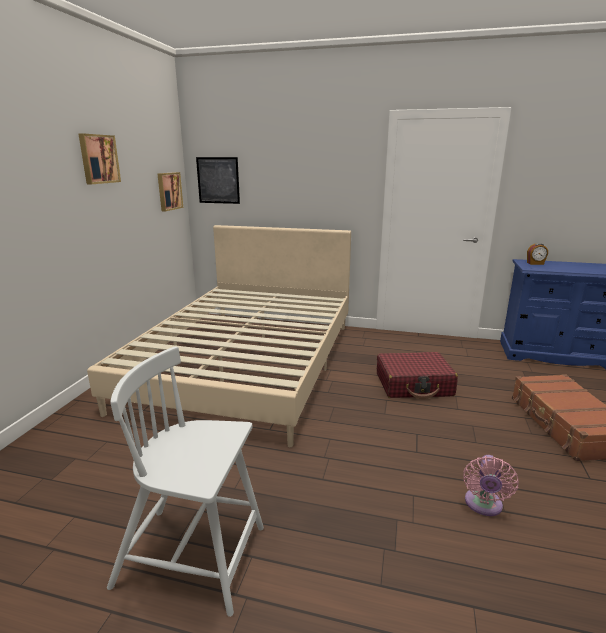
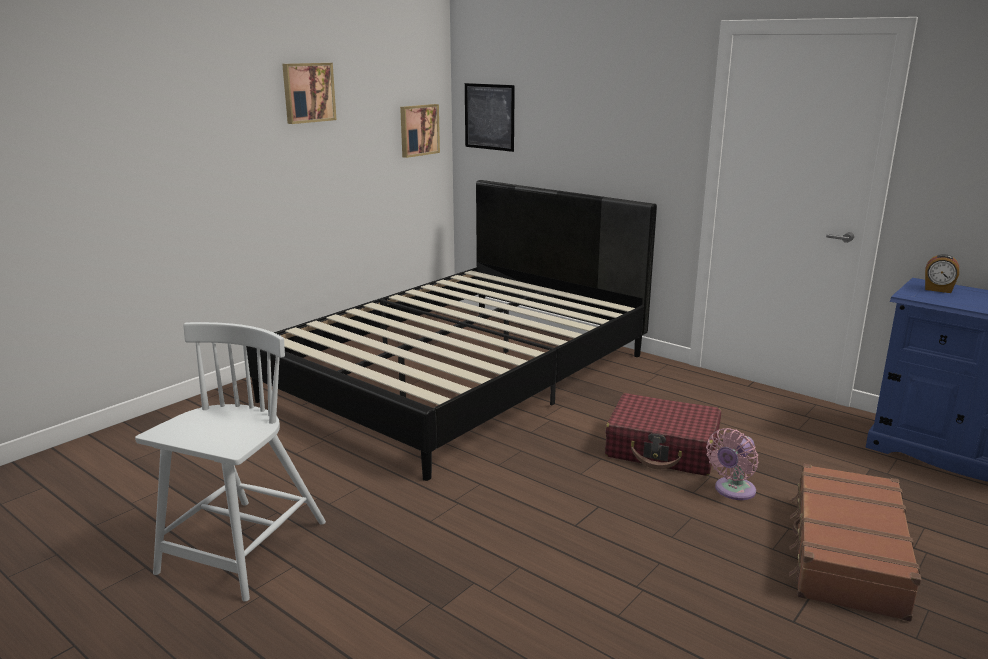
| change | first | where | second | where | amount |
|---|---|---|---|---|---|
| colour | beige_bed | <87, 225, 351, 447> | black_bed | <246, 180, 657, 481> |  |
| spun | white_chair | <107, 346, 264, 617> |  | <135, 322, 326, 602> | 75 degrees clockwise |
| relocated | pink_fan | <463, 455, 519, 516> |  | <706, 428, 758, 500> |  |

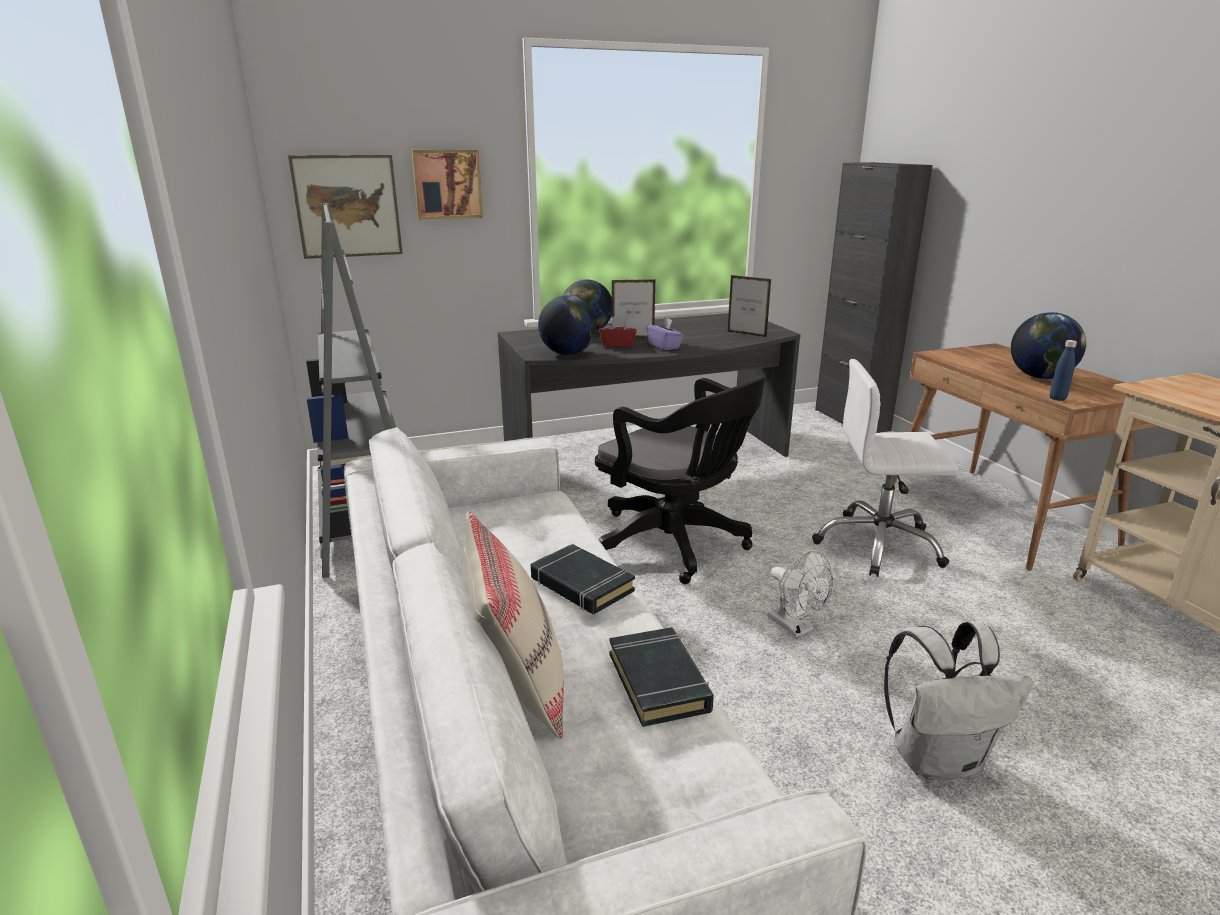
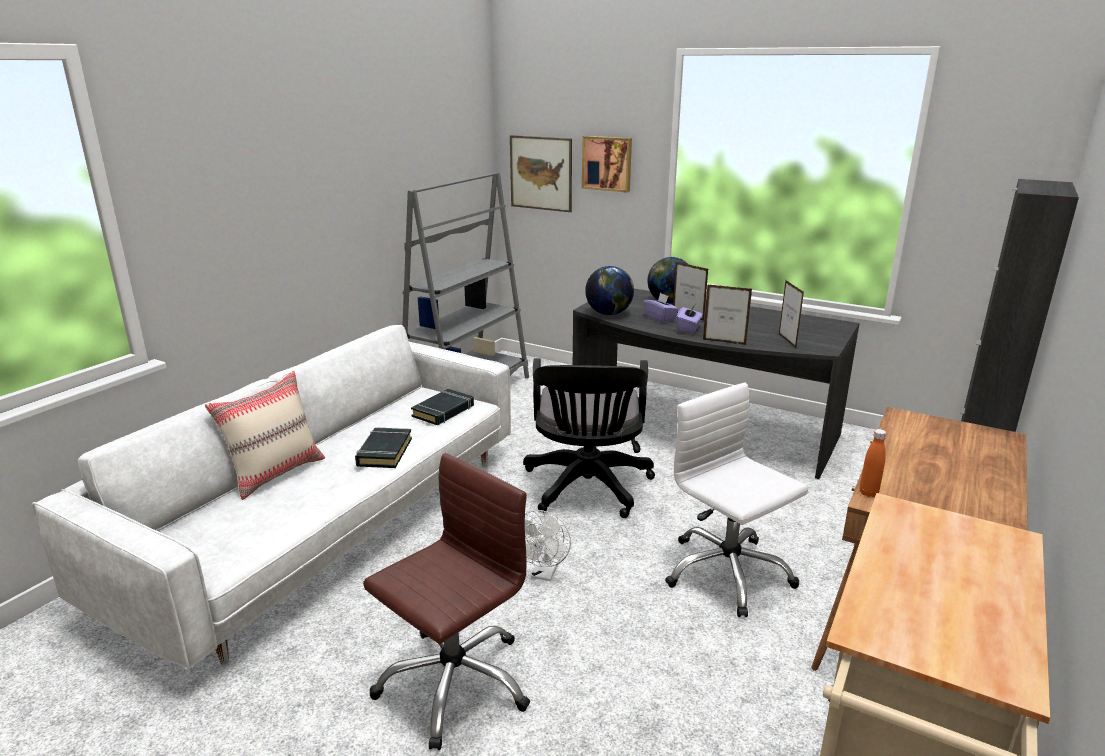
| change | first | where | second | where | amount |
|---|---|---|---|---|---|
| missing | globe | <1011, 312, 1086, 379> |  |  |  |
| colour | red_tissue_box | <599, 317, 637, 348> | purple_tissue_box | <644, 293, 679, 323> |  |
| colour | blue_bottle | <1050, 340, 1077, 401> | orange_bottle | <860, 429, 886, 497> |  |
| exchanged | white_backpack | <884, 622, 1033, 781> | brown_office_chair | <363, 453, 530, 750> |  |
| relocated | black_book | <609, 628, 714, 727> |  | <411, 389, 474, 425> |  |
| appeared |  |  | picture_frame | <703, 284, 752, 345> |  |

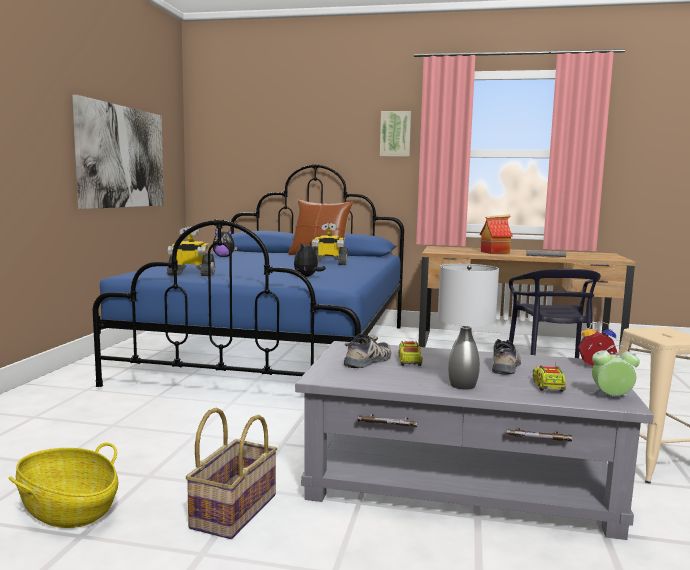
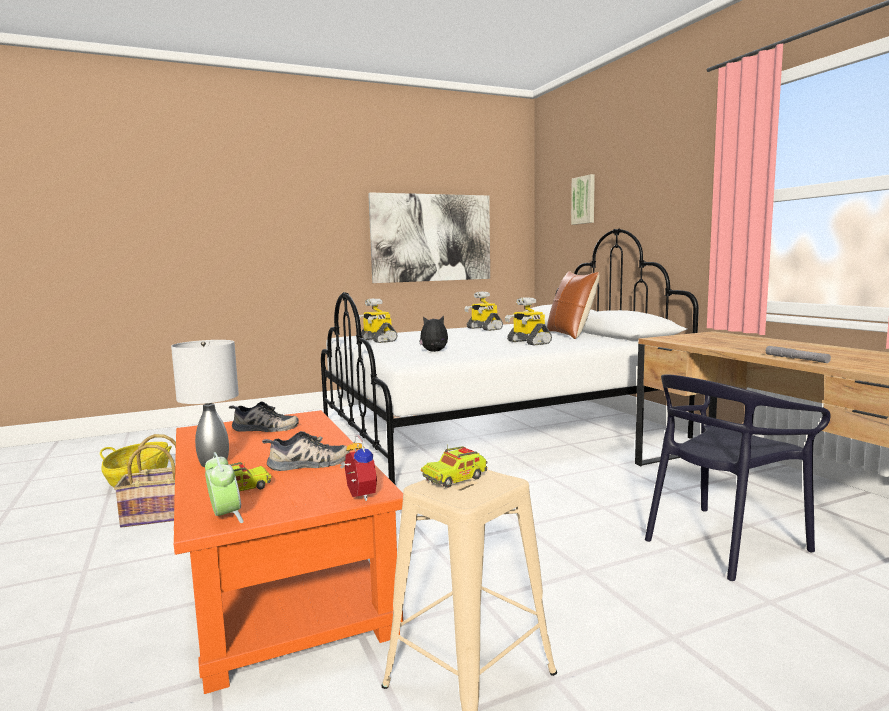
| change | first | where | second | where | amount |
|---|---|---|---|---|---|
| relocated | picture | <380, 111, 411, 157> |  | <571, 174, 595, 225> |  |
| colour | blue_bed | <93, 164, 404, 387> | white_bed | <321, 229, 699, 485> |  |
| missing | toy_house | <479, 214, 513, 254> |  |  |  |
| exchanged | plush_toy | <213, 229, 238, 257> | toy_robot | <465, 292, 503, 331> |  |
| relocated | toy_truck | <398, 340, 423, 366> |  | <421, 445, 488, 488> |  |
| colour | grey_coffee_table | <295, 341, 654, 540> | orange_coffee_table | <174, 410, 403, 694> |  |

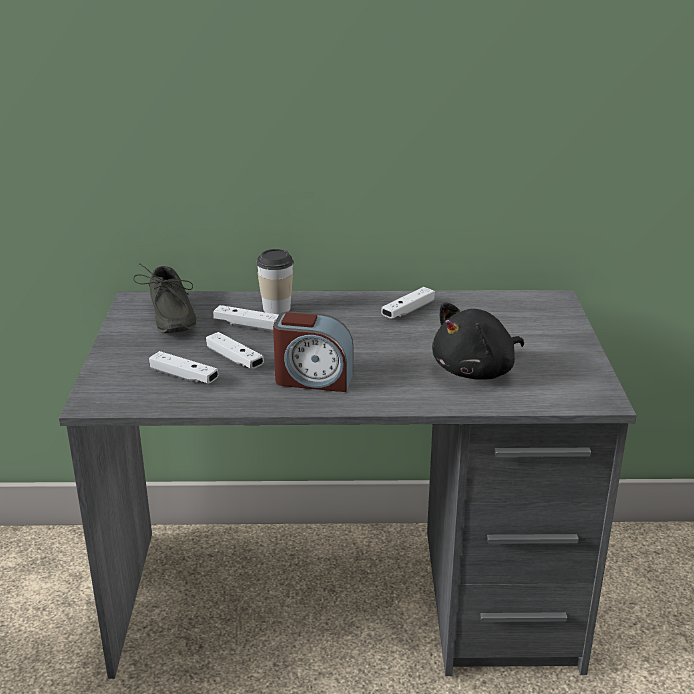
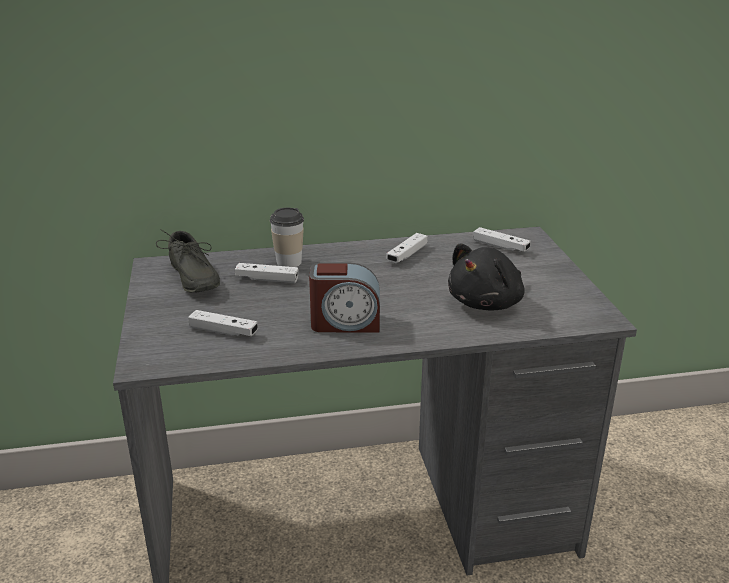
| change | first | where | second | where | amount |
|---|---|---|---|---|---|
| relocated | white_game_controller | <206, 332, 264, 369> |  | <473, 227, 531, 252> |  |

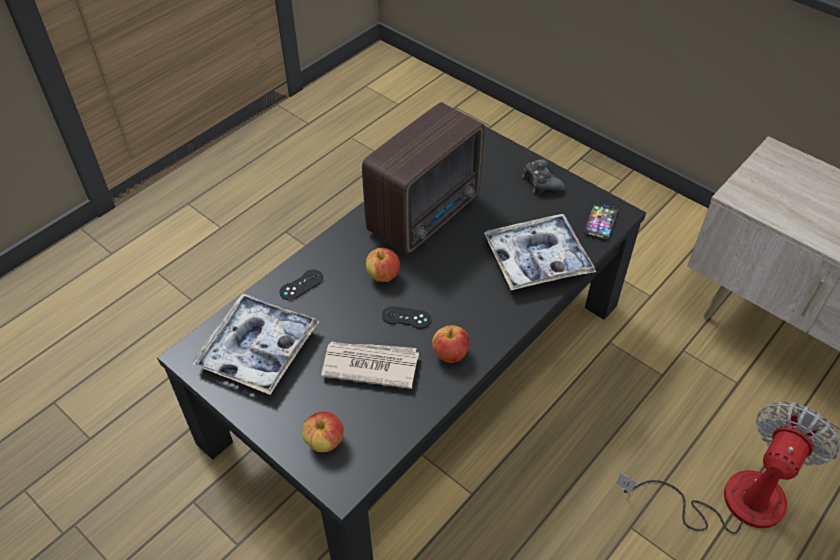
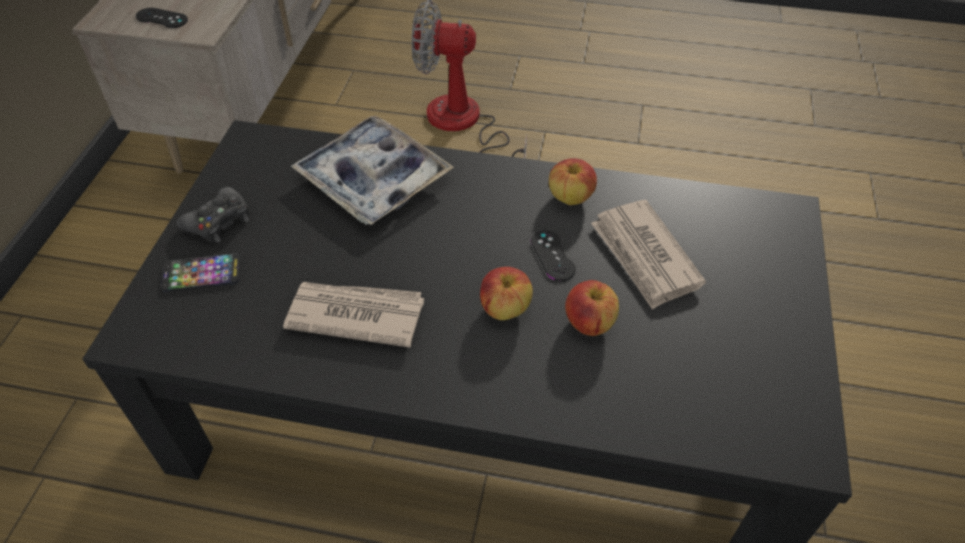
| change | first | where | second | where | amount |
|---|---|---|---|---|---|
| exchanged | radio | <362, 102, 484, 255> | newspaper | <283, 282, 424, 348> |  |
| relocated | phone | <584, 202, 618, 241> |  | <161, 254, 241, 292> |  |
| relocated | black_game_controller | <280, 270, 323, 300> |  | <136, 8, 188, 28> |  |
| missing | tray | <193, 293, 320, 395> |  |  |  |
| relocated | apple | <302, 412, 344, 452> |  | <565, 280, 619, 336> |  |

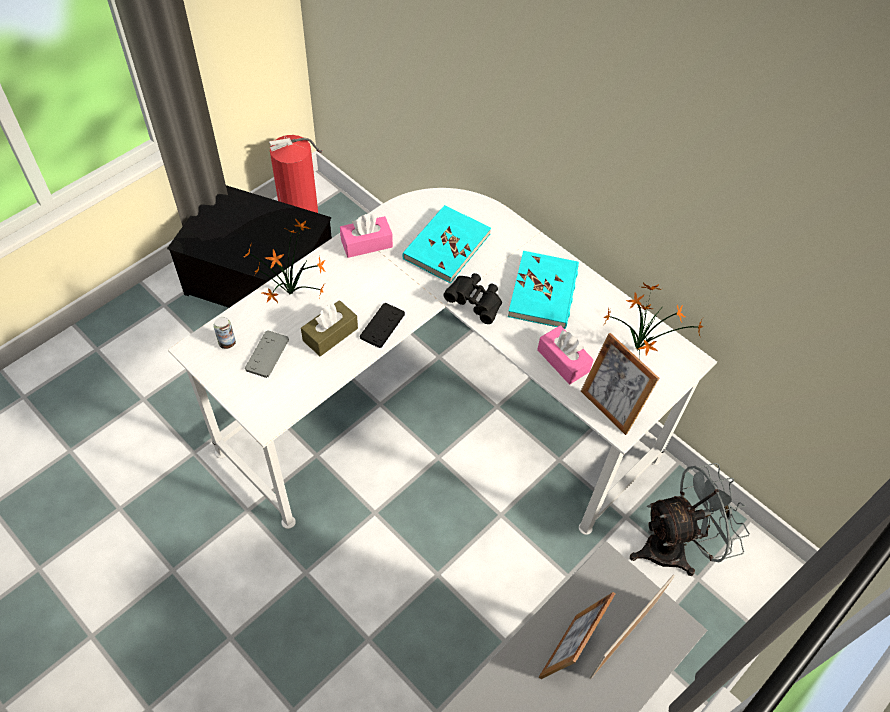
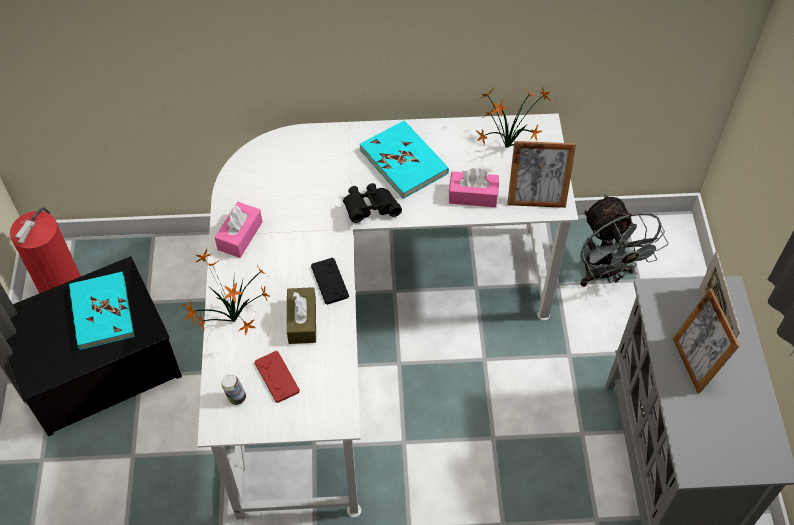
| change | first | where | second | where | amount |
|---|---|---|---|---|---|
| relocated | turquoise_book | <402, 205, 491, 284> |  | <69, 272, 135, 350> |  |
| colour | grey_game_controller | <245, 330, 289, 378> | red_game_controller | <255, 351, 300, 403> |  |
| spun | grey_fan | <630, 463, 750, 576> |  | <580, 194, 668, 287> | 135 degrees clockwise |

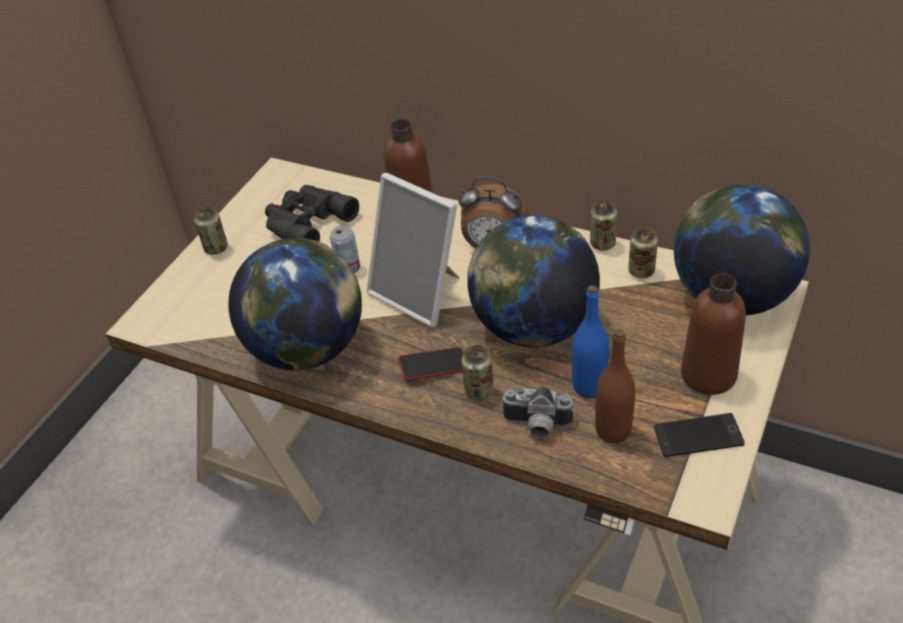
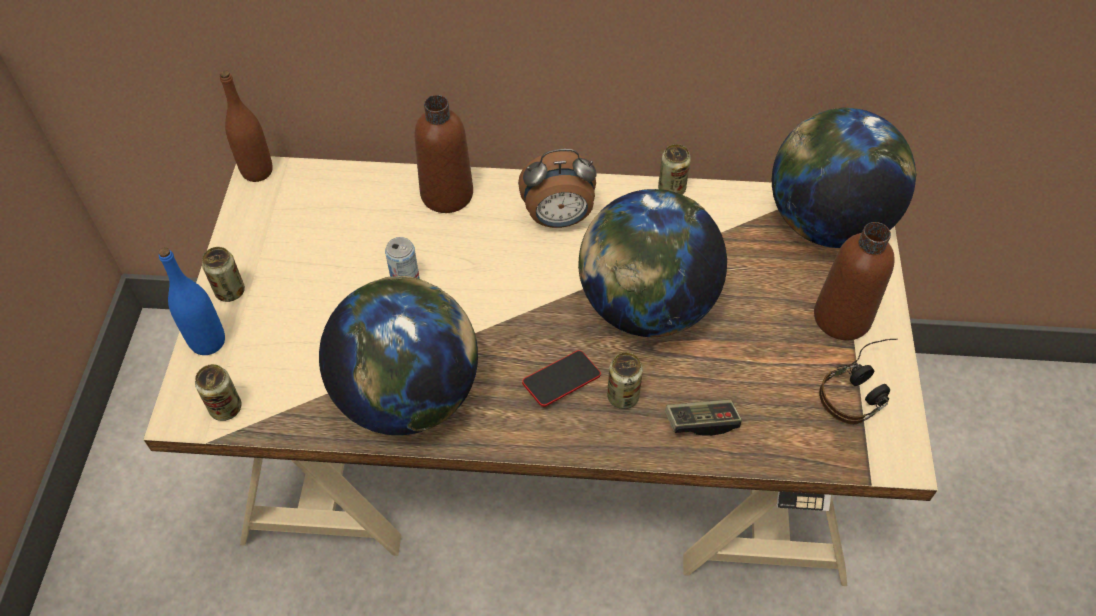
| change | first | where | second | where | amount |
|---|---|---|---|---|---|
| missing | picture_frame | <367, 173, 460, 328> |  |  |  |
| missing | black_binoculars | <265, 185, 359, 242> |  |  |  |
| relocated | can | <628, 227, 658, 278> |  | <195, 364, 242, 421> |  |
| relocated | blue_bottle | <572, 285, 610, 398> |  | <158, 247, 225, 355> |  |
| relocated | brown_bottle | <595, 329, 635, 443> |  | <220, 70, 273, 182> |  |
| exchanged | photo_camera | <501, 386, 574, 438> | game_controller | <665, 399, 742, 436> |  |
| exchanged | phone | <654, 413, 745, 457> | headphones | <819, 339, 898, 424> |  |

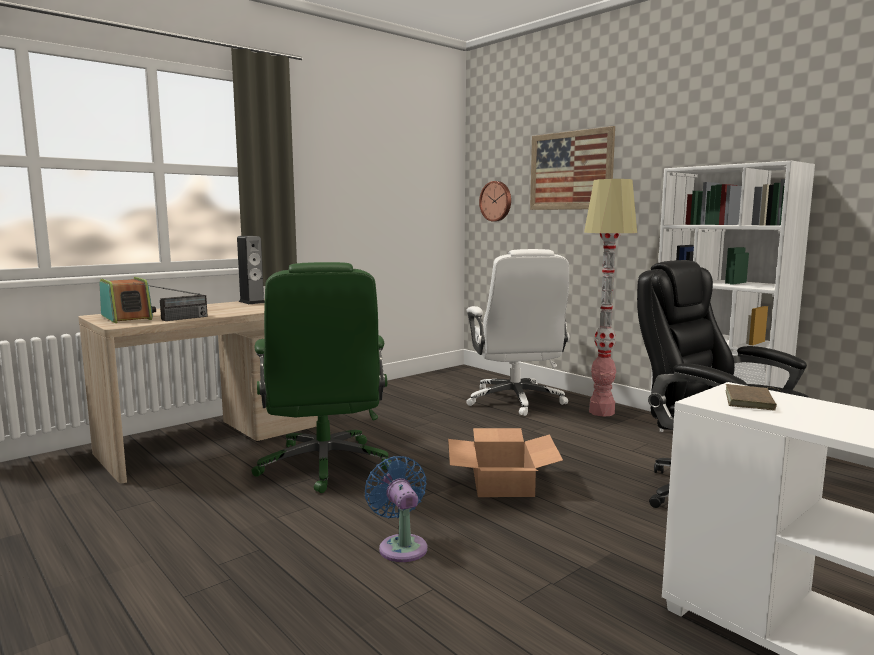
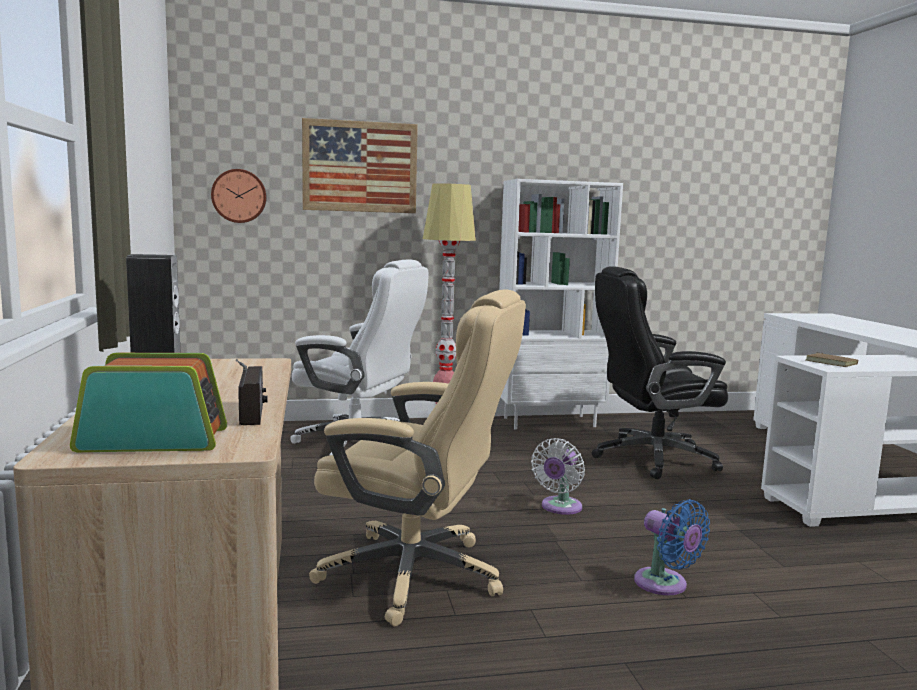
| change | first | where | second | where | amount |
|---|---|---|---|---|---|
| colour | green_office_chair | <251, 262, 392, 493> | beige_office_chair | <309, 289, 526, 626> |  |
| exchanged | cardboard_box | <448, 428, 563, 497> | white_fan | <531, 438, 585, 515> |  |
| spun | blue_fan | <365, 456, 428, 562> |  | <634, 499, 710, 595> | 135 degrees counterclockwise |

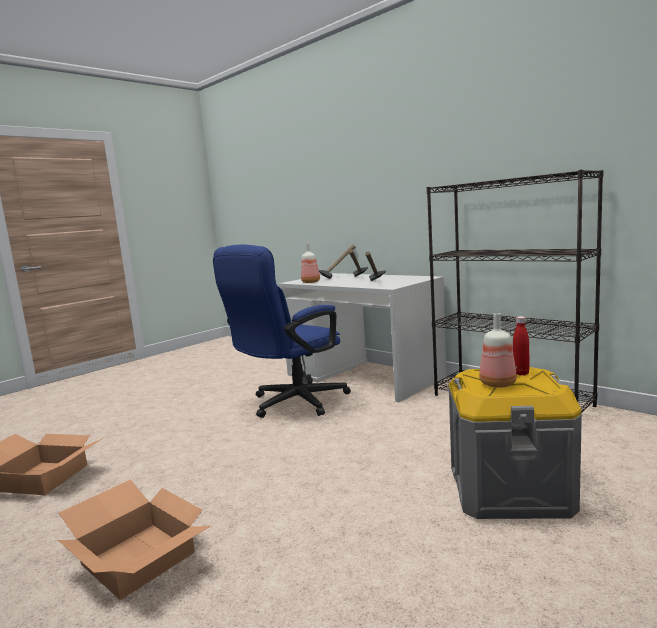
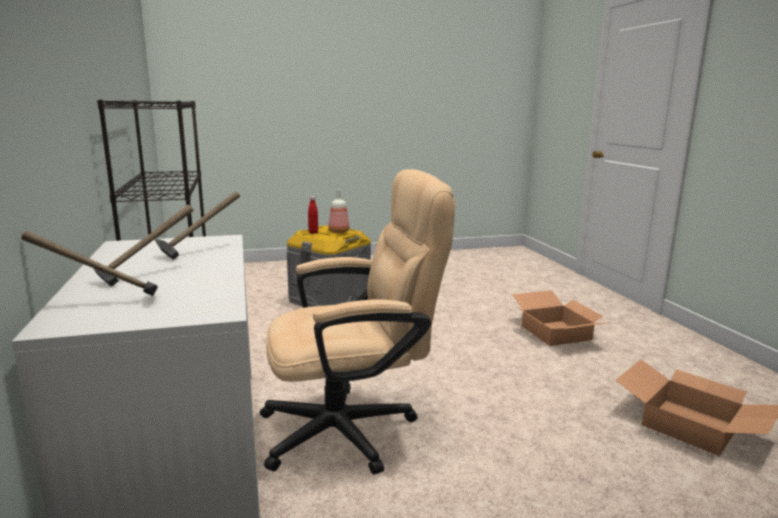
| change | first | where | second | where | amount |
|---|---|---|---|---|---|
| missing | bottle | <301, 243, 320, 283> |  |  |  |
| colour | blue_office_chair | <213, 245, 351, 418> | beige_office_chair | <260, 169, 455, 474> |  |

